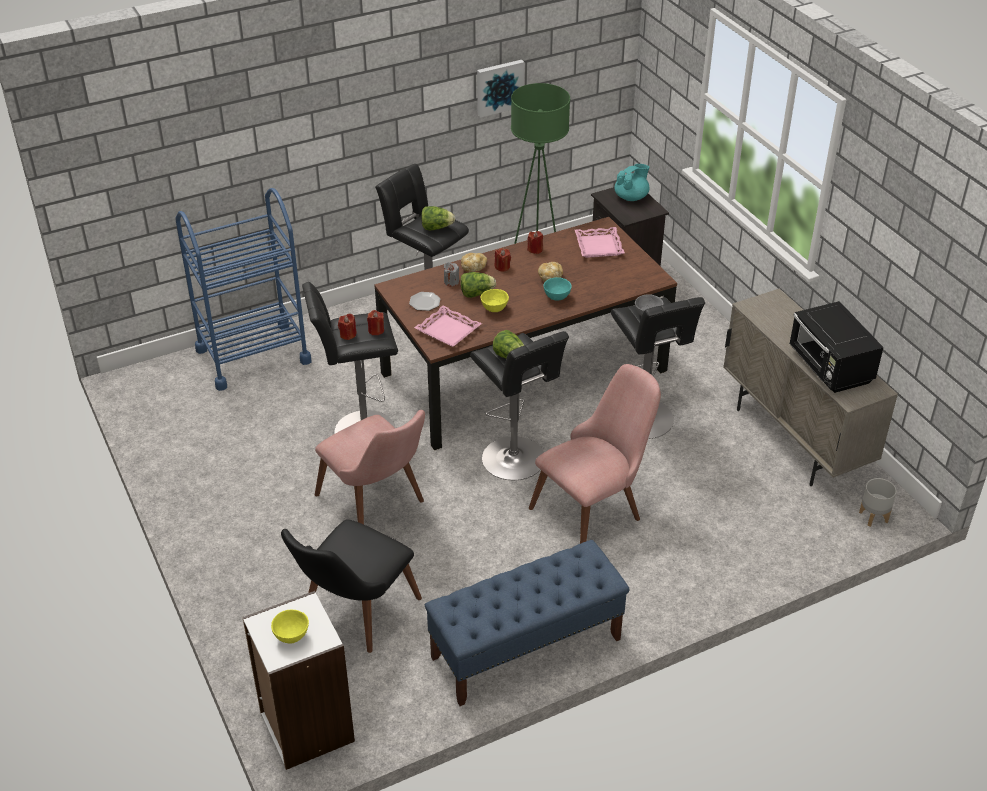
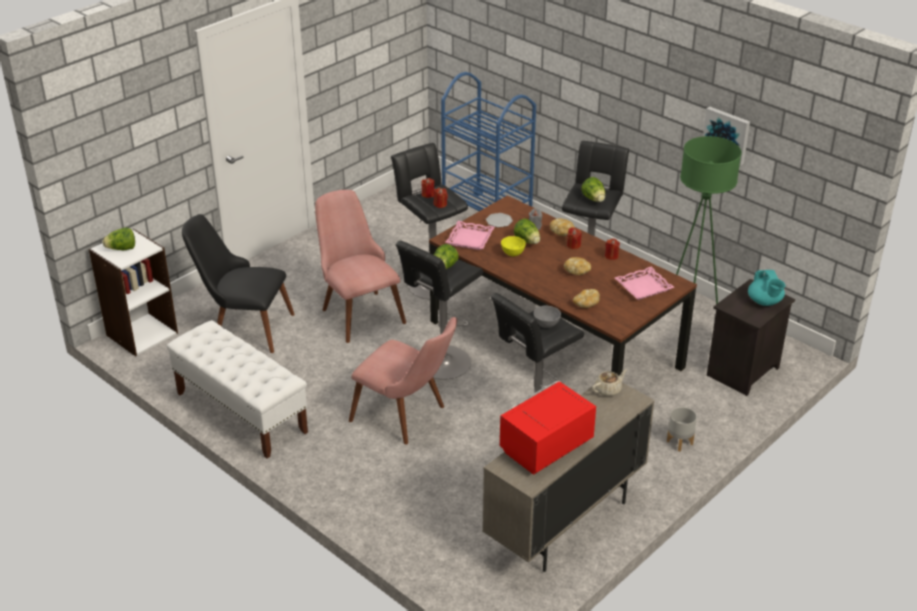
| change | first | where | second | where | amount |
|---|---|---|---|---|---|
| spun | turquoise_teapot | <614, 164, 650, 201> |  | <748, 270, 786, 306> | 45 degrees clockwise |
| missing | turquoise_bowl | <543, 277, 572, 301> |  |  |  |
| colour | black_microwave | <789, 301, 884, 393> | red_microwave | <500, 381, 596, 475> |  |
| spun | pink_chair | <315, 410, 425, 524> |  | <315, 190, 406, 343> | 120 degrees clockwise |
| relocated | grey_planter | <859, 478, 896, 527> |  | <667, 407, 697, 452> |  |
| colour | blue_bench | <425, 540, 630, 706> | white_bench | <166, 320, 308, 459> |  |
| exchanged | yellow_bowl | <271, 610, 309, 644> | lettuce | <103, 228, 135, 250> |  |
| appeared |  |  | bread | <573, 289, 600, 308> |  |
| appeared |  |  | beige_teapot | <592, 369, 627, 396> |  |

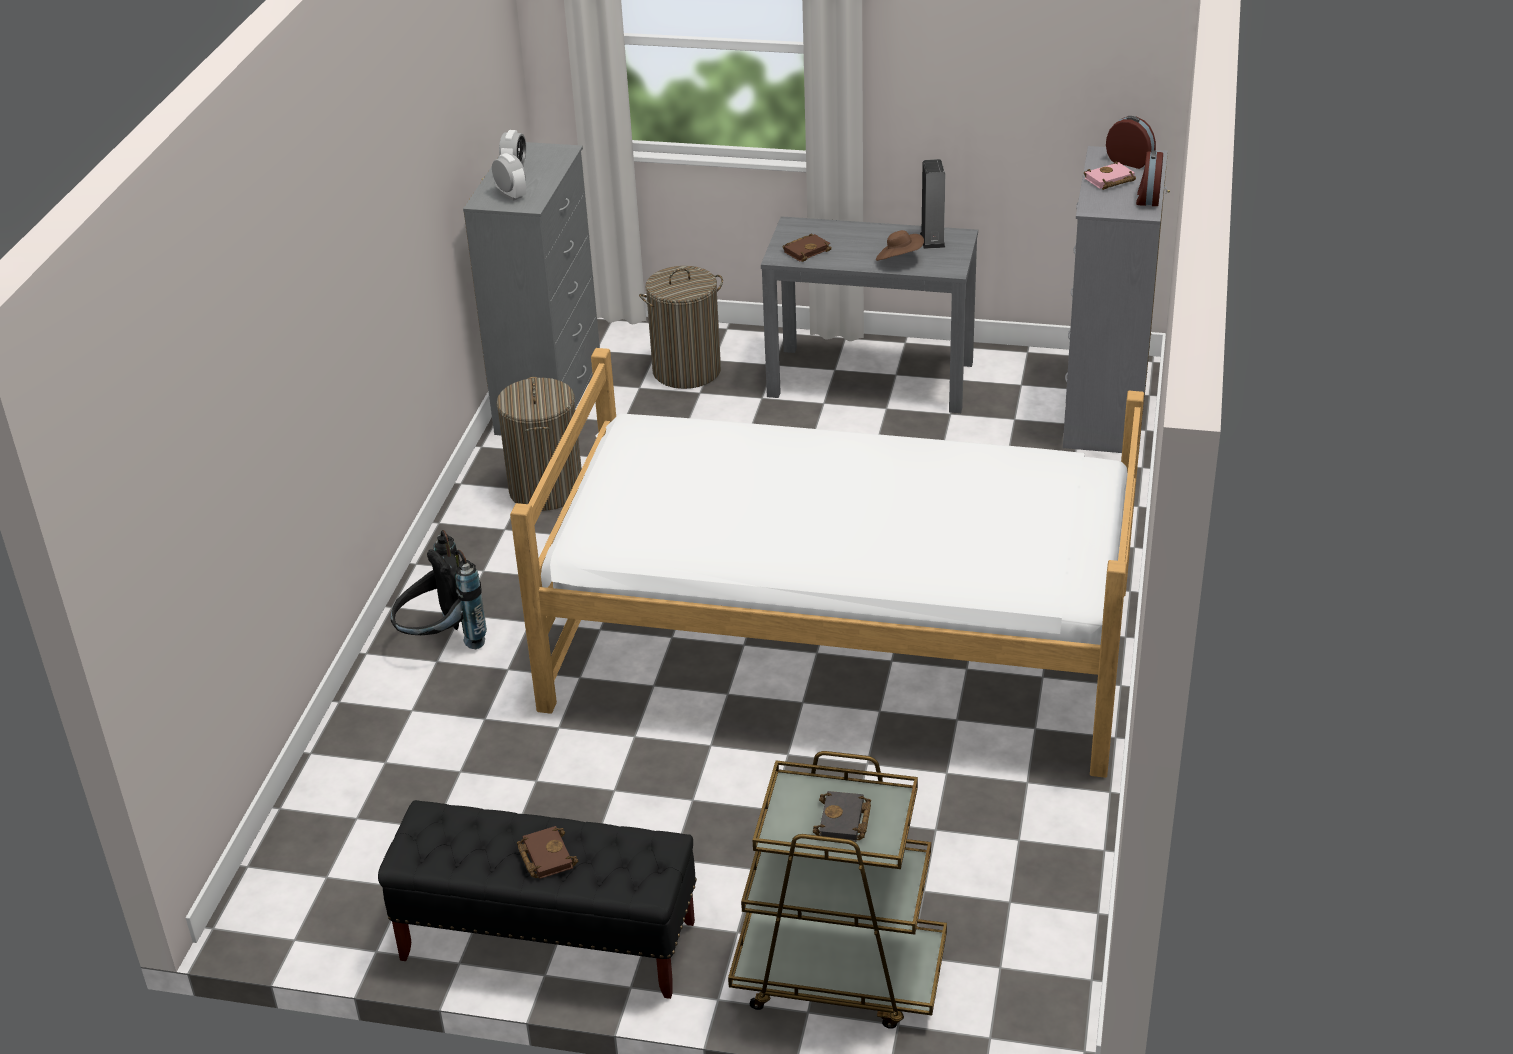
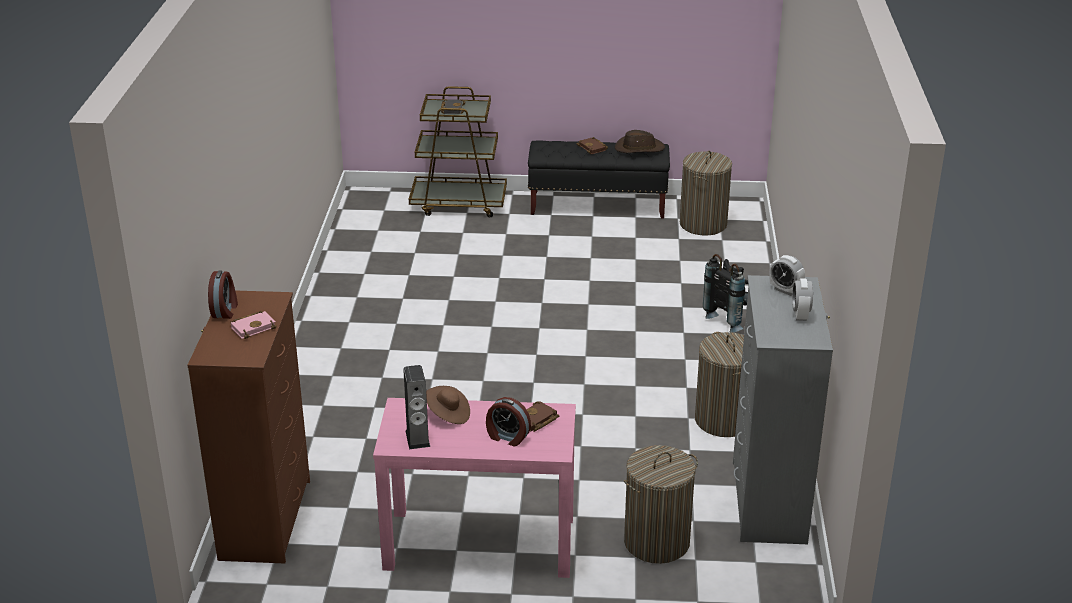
| change | first | where | second | where | amount |
|---|---|---|---|---|---|
| relocated | alarm_clock | <1106, 116, 1156, 169> |  | <486, 397, 531, 447> |  |
| colour | grey_dresser | <1063, 146, 1170, 453> | brown_dresser | <188, 291, 310, 563> |  |
| colour | grey_console_table | <761, 216, 978, 413> | pink_console_table | <373, 398, 576, 578> |  |
| missing | bed | <510, 348, 1144, 778> |  |  |  |
| appeared |  |  | brown_hat | <615, 130, 665, 153> |  |
| appeared |  |  | laundry_basket | <680, 151, 732, 235> |  |

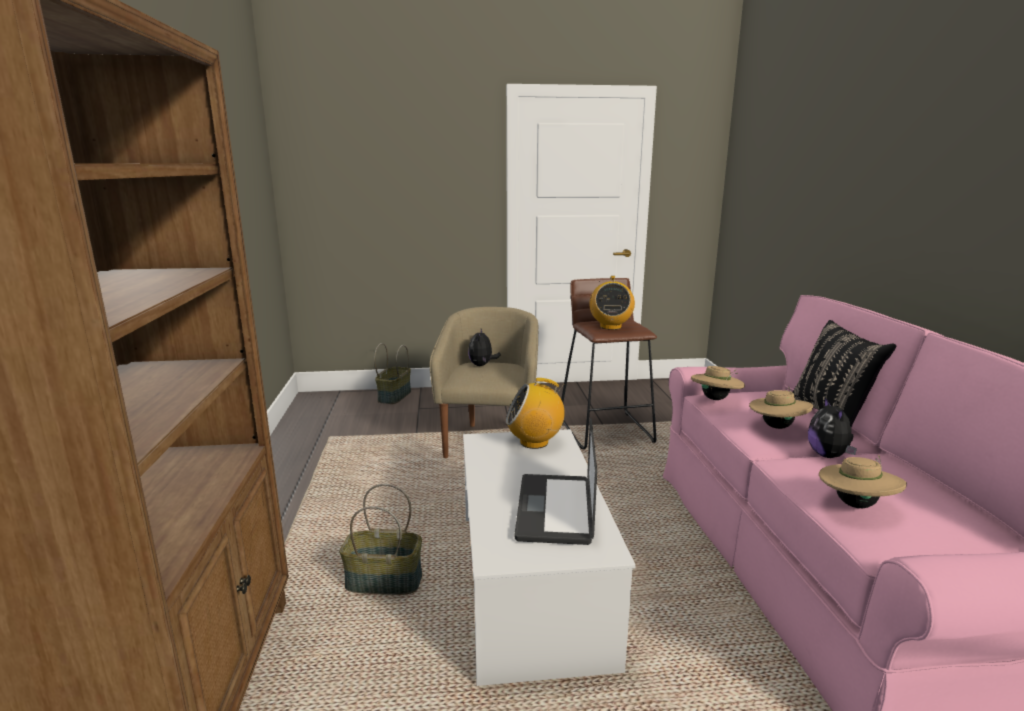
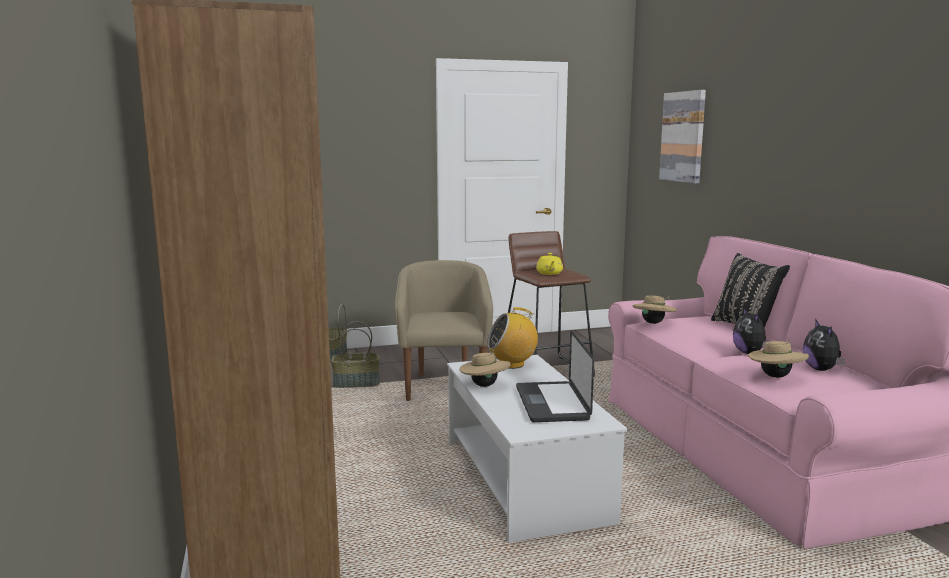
| change | first | where | second | where | amount |
|---|---|---|---|---|---|
| exchanged | radio | <590, 276, 635, 330> | yellow_teapot | <536, 253, 563, 275> |  |
| relocated | plush_toy | <468, 329, 501, 366> |  | <803, 319, 845, 371> |  |
| relocated | beige_hat | <749, 387, 813, 429> |  | <459, 349, 511, 387> |  |
| relocated | basket | <339, 484, 422, 595> |  | <331, 321, 380, 388> |  |
| appeared |  |  | picture | <659, 90, 706, 184> |  |

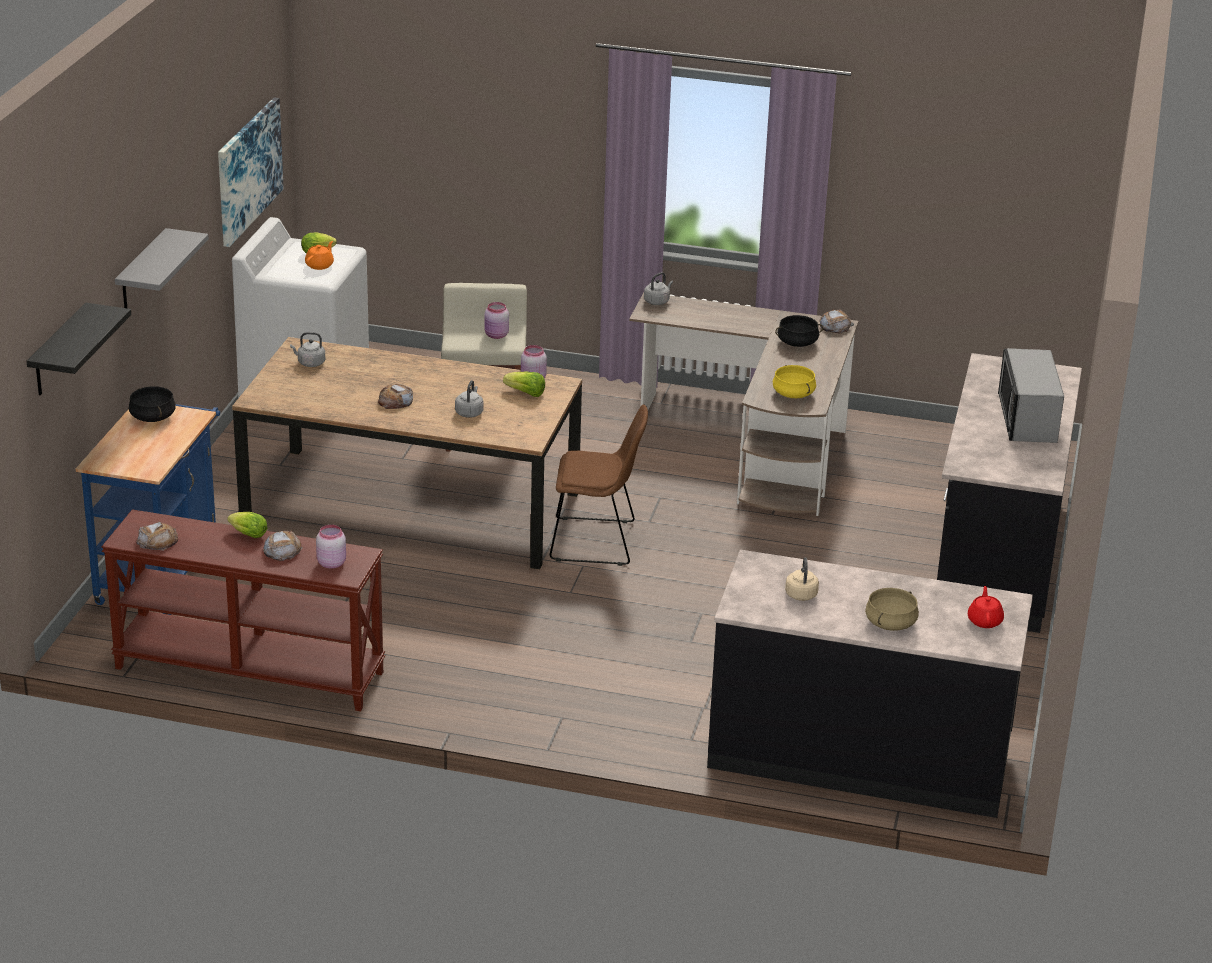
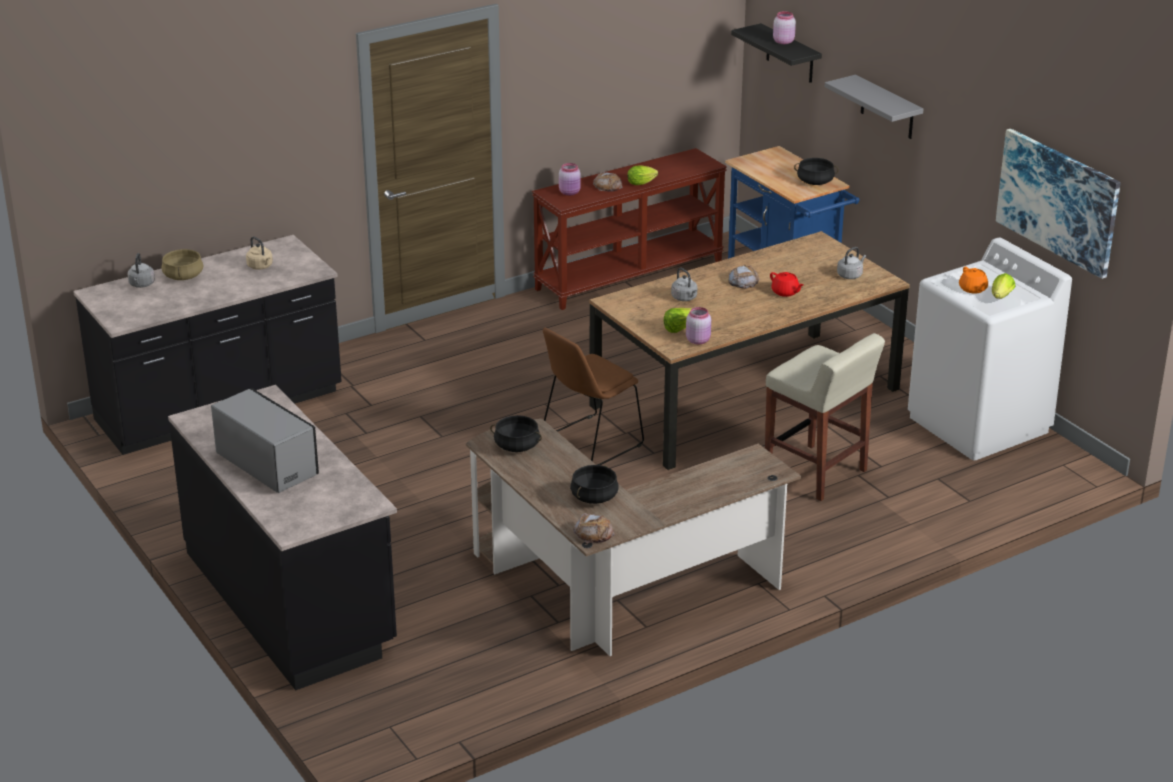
| change | first | where | second | where | amount |
|---|---|---|---|---|---|
| relocated | grey_kettle | <644, 272, 673, 305> |  | <128, 253, 155, 288> |  |
| relocated | pink_jar | <485, 302, 509, 339> |  | <773, 11, 796, 44> |  |
| colour | yellow_cooking_pot | <773, 365, 816, 398> | black_cooking_pot | <490, 415, 542, 452> |  |
| missing | bread | <136, 522, 178, 551> |  |  |  |
| relocated | red_teapot | <968, 586, 1004, 628> |  | <770, 272, 804, 297> |  |

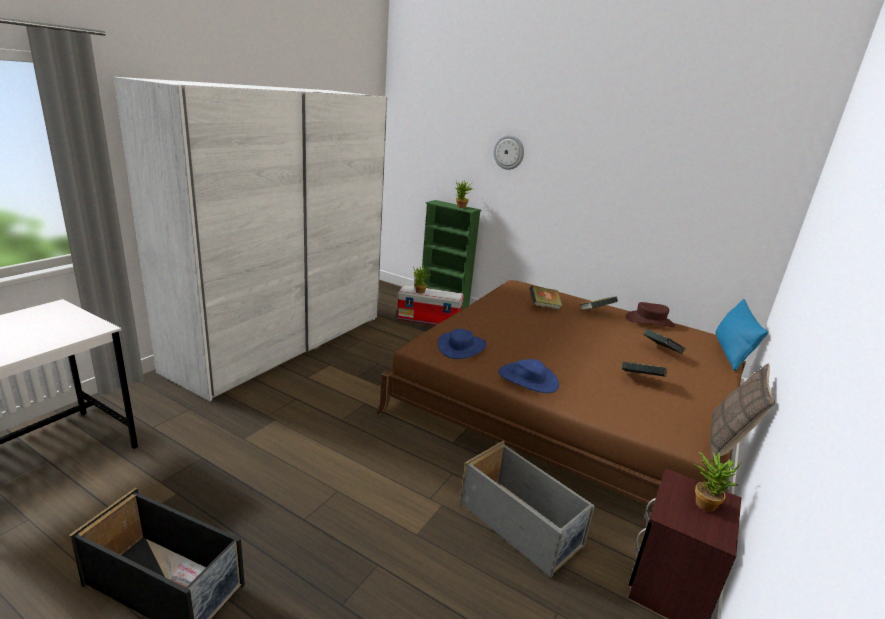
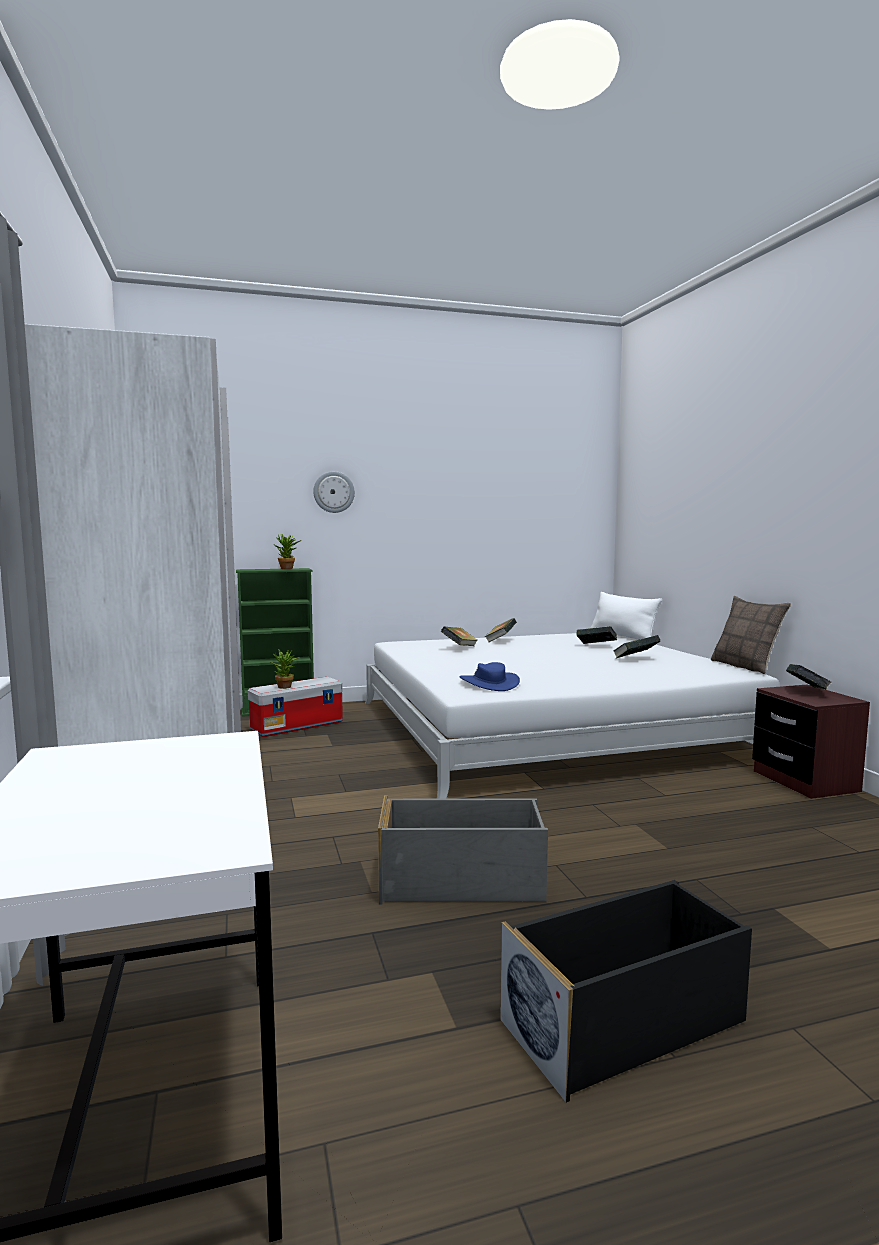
| change | first | where | second | where | amount |
|---|---|---|---|---|---|
| colour | brown_bed | <376, 280, 746, 508> | white_bed | <365, 633, 779, 799> |  |
| colour | blue_pillow | <715, 299, 768, 371> | white_pillow | <590, 592, 662, 640> |  |
| missing | brown_hat | <626, 302, 675, 327> |  |  |  |
| missing | blue_hat | <498, 359, 559, 393> |  |  |  |
| relocated | grey_storage_box | <460, 441, 595, 577> |  | <378, 795, 548, 905> |  |
| exchanged | potted_plant | <695, 452, 741, 512> | book | <786, 664, 831, 690> |  |

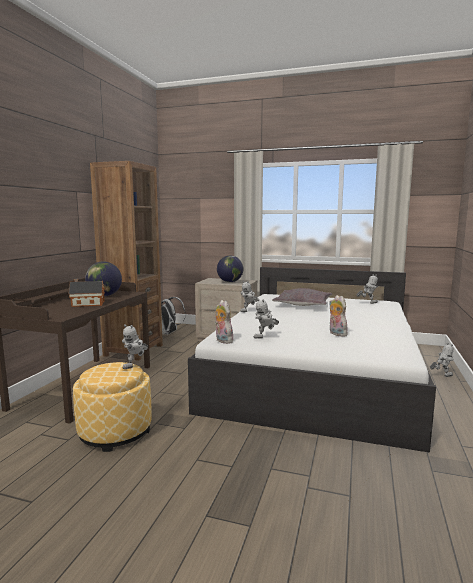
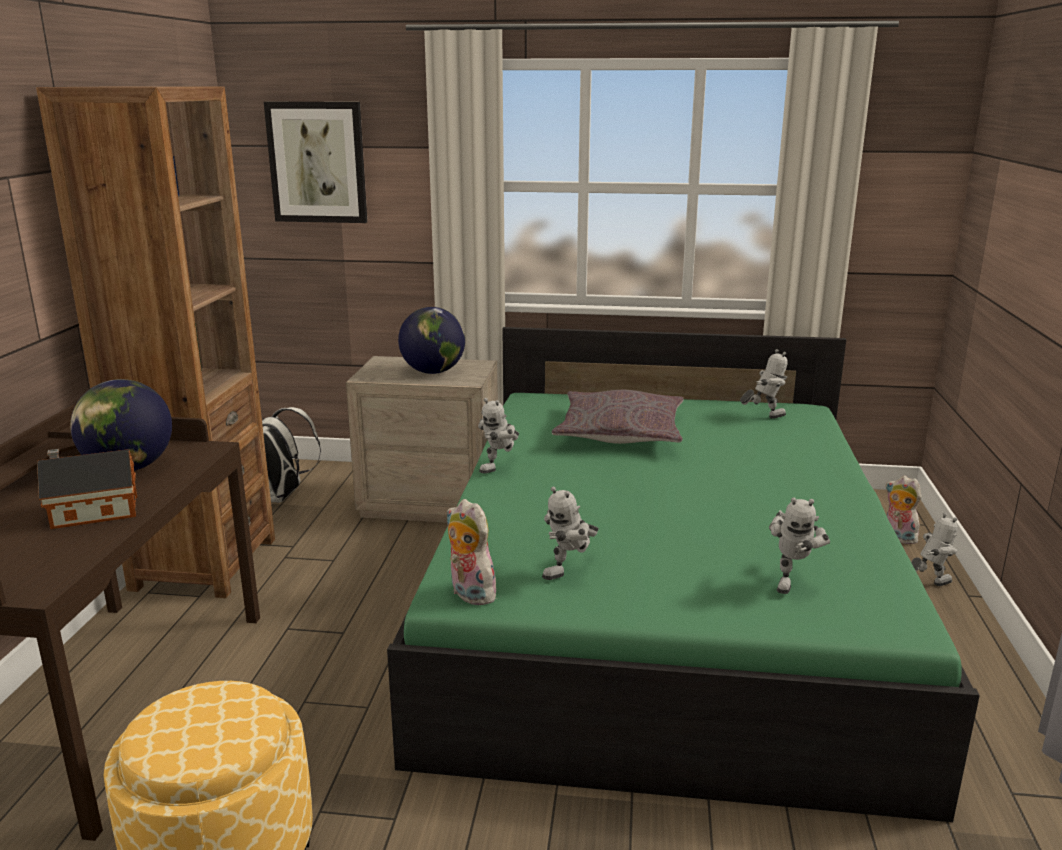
| change | first | where | second | where | amount |
|---|---|---|---|---|---|
| colour | white_bed | <188, 267, 436, 453> | green_bed | <387, 327, 980, 822> |  |
| relocated | plush_toy | <329, 295, 348, 337> |  | <885, 476, 922, 544> |  |
| relocated | toy_robot | <122, 324, 148, 369> |  | <769, 497, 830, 594> |  |
| appeared |  |  | picture | <264, 102, 367, 223> |  |

